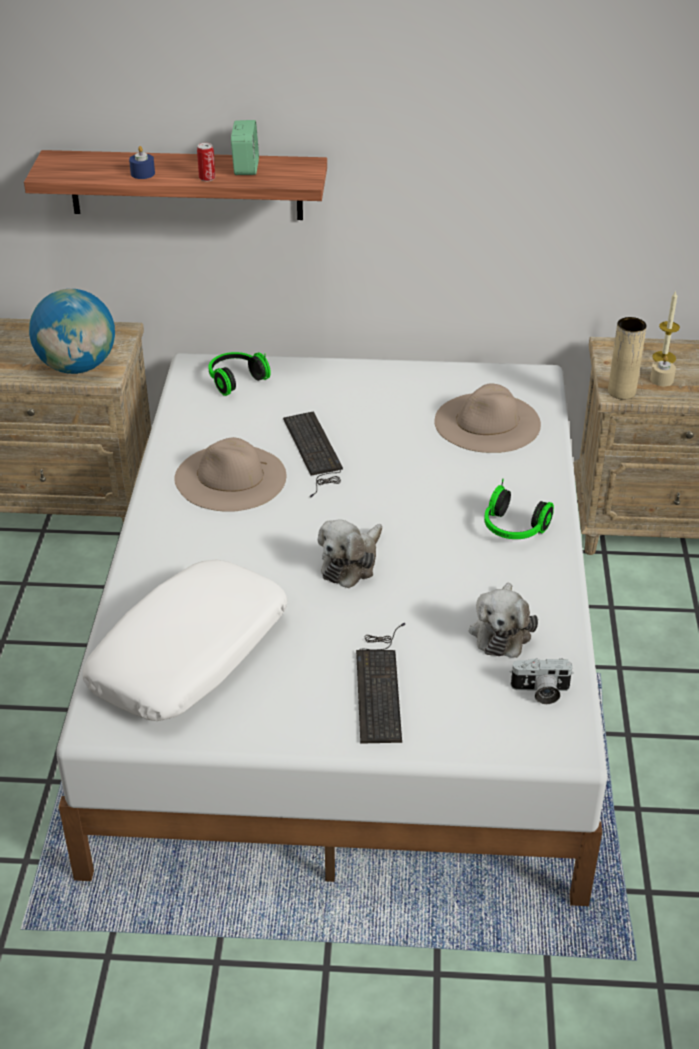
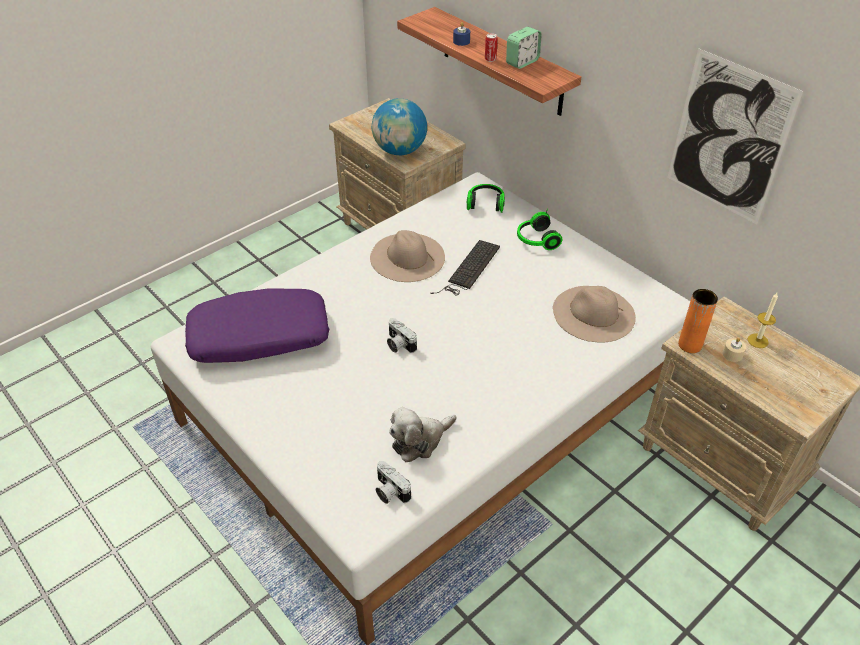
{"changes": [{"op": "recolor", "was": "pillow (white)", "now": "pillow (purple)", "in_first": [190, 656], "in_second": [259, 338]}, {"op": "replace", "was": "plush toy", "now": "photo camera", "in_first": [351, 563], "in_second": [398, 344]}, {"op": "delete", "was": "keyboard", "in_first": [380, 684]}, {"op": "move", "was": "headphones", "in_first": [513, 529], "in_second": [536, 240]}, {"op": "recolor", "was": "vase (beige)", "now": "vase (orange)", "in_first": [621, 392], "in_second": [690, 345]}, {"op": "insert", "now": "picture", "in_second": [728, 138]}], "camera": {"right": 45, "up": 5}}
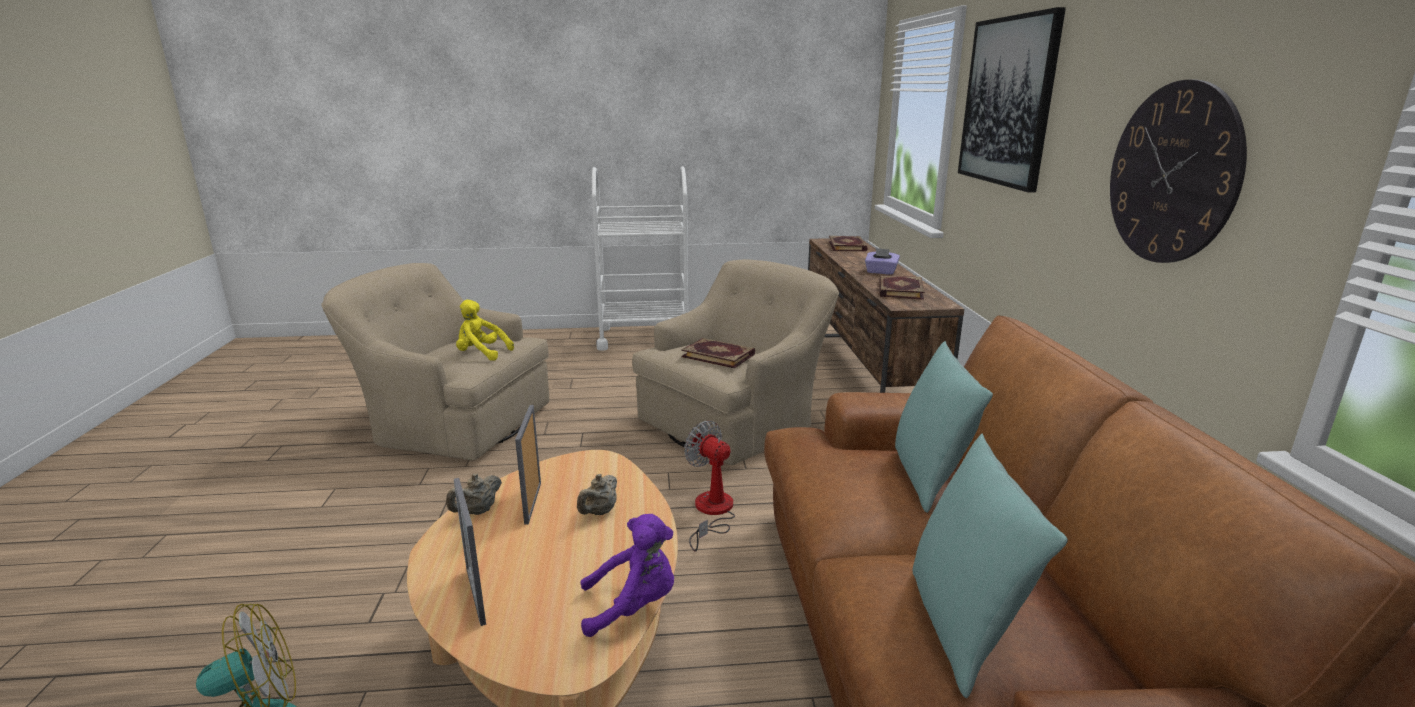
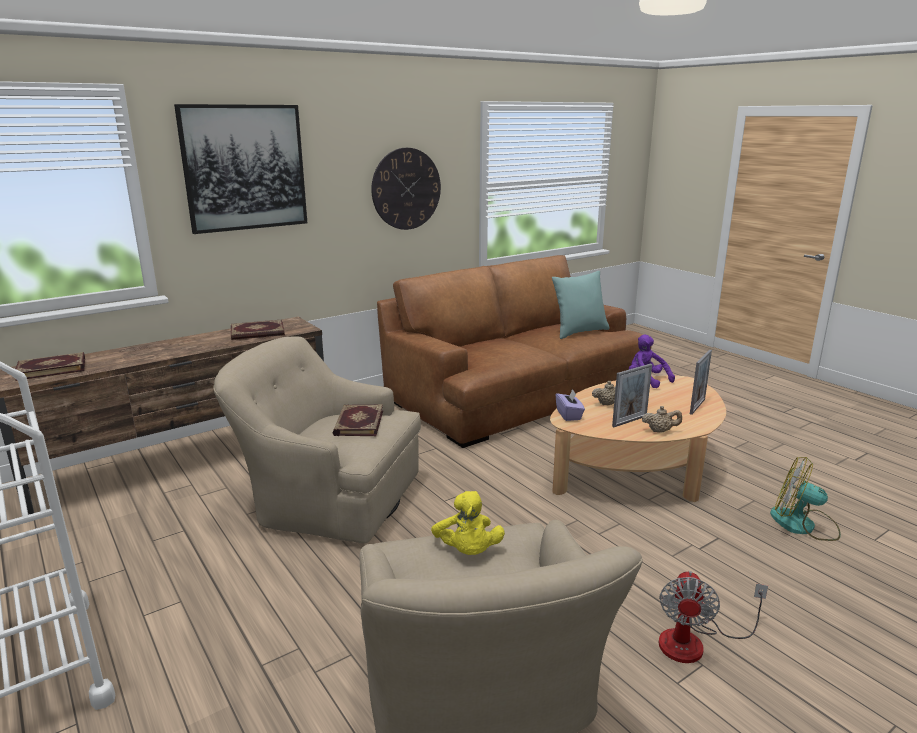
{"changes": [{"op": "move", "was": "fan", "in_first": [711, 512], "in_second": [694, 642]}, {"op": "move", "was": "tissue box (purple)", "in_first": [881, 272], "in_second": [569, 415]}, {"op": "delete", "was": "pillow (turquoise)", "in_first": [929, 477]}], "camera": {"right": -120, "up": 0}}
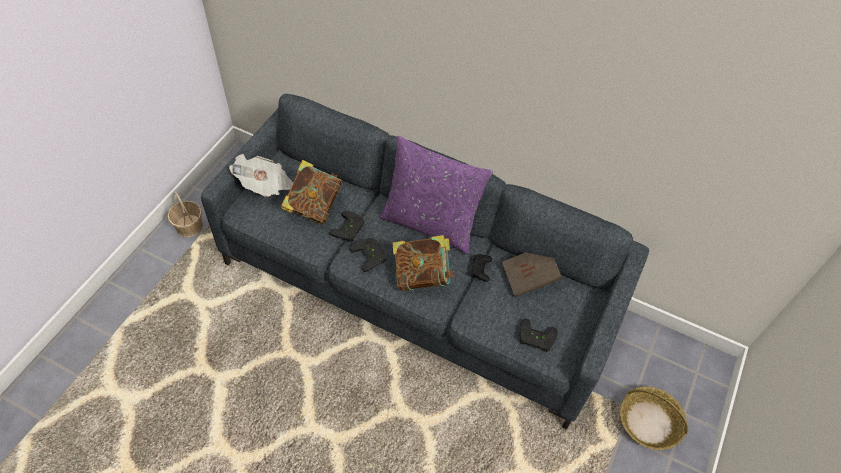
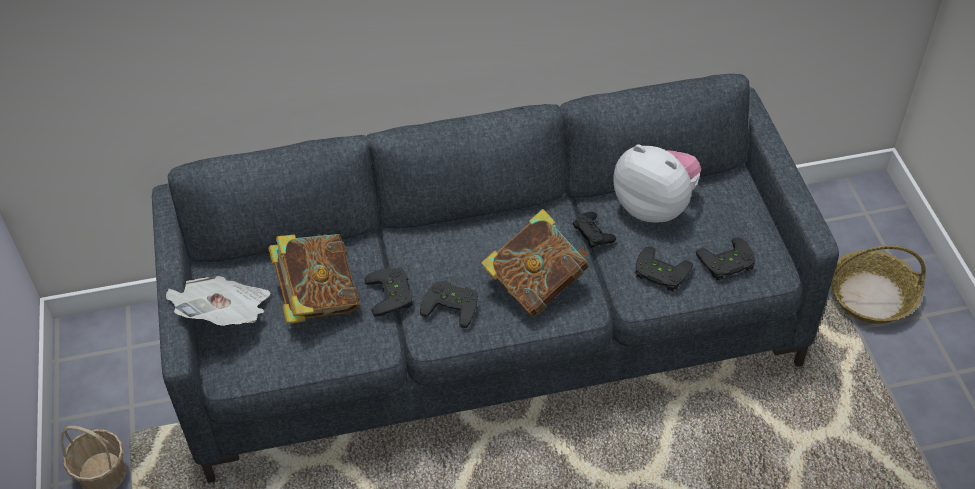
{"changes": [{"op": "delete", "was": "pillow (purple)", "in_first": [431, 223]}, {"op": "replace", "was": "book (brown)", "now": "plush toy", "in_first": [529, 277], "in_second": [655, 206]}, {"op": "insert", "now": "game controller (black)", "in_second": [660, 274]}], "camera": {"right": -35, "up": -5}}
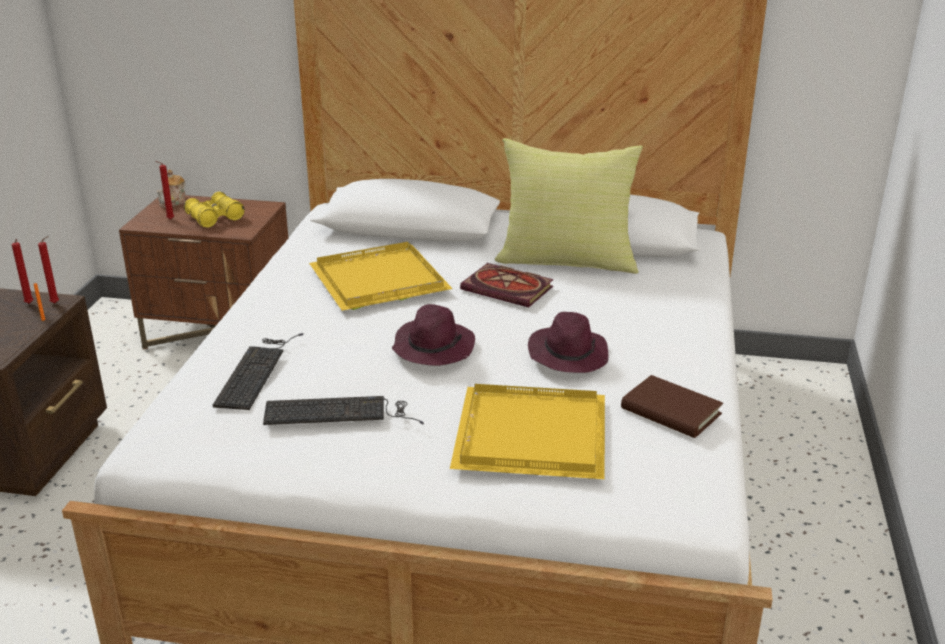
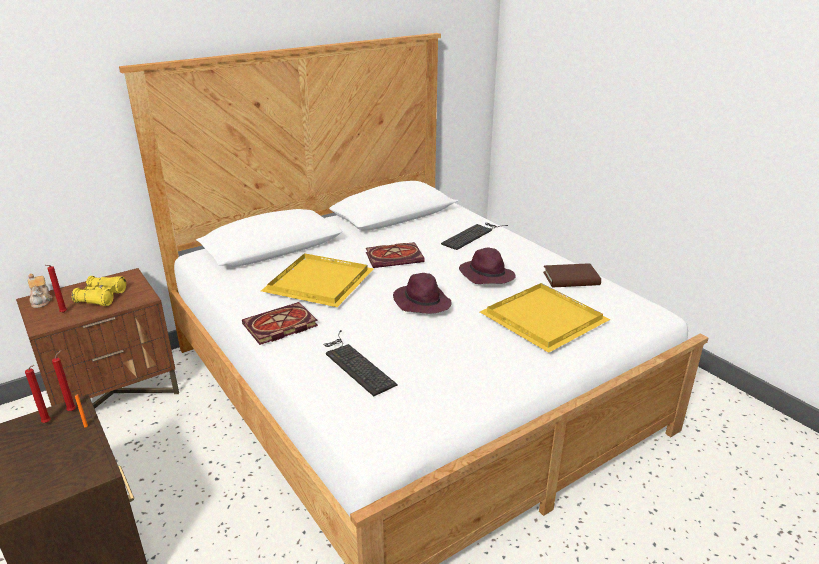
{"changes": [{"op": "move", "was": "keyboard", "in_first": [340, 412], "in_second": [472, 235]}, {"op": "delete", "was": "pillow (yellow)", "in_first": [567, 260]}, {"op": "insert", "now": "book", "in_second": [279, 326]}], "camera": {"right": -45, "up": 0}}
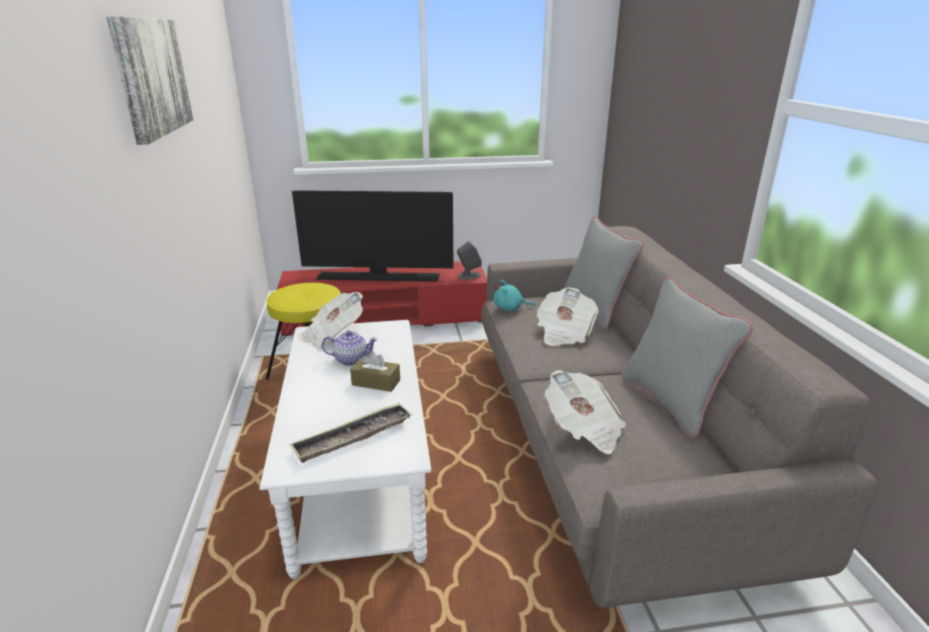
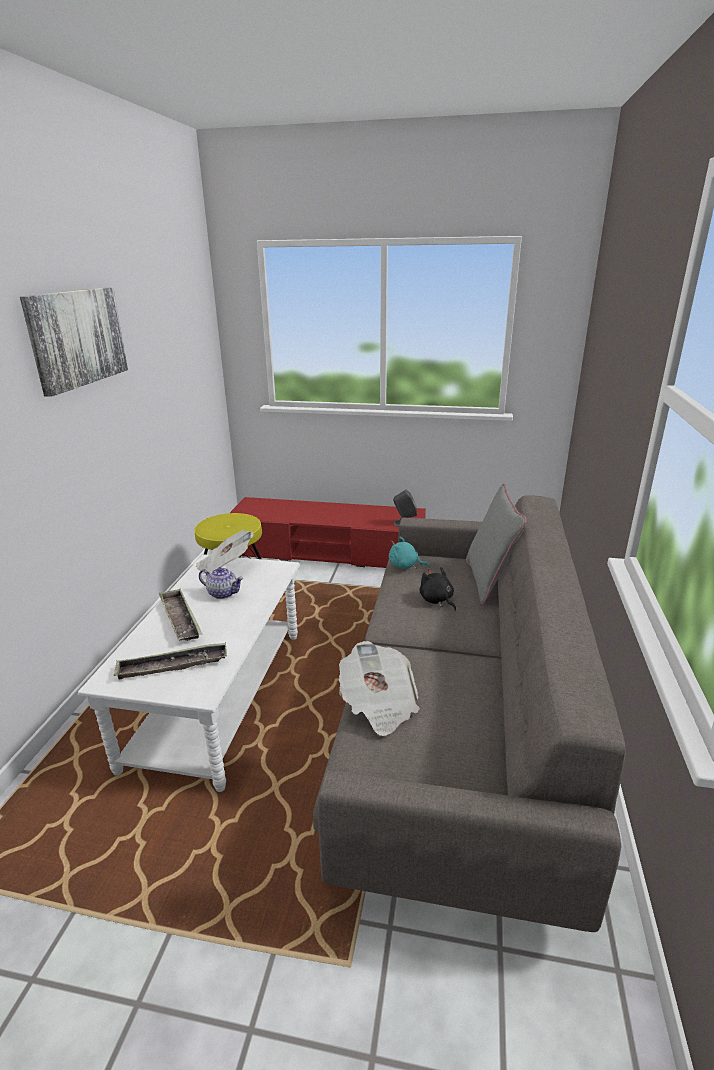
{"changes": [{"op": "delete", "was": "television", "in_first": [379, 277]}, {"op": "delete", "was": "tissue box (brown)", "in_first": [376, 382]}, {"op": "replace", "was": "newspaper", "now": "plush toy (black)", "in_first": [564, 332], "in_second": [437, 600]}, {"op": "delete", "was": "pillow (grey)", "in_first": [670, 402]}, {"op": "insert", "now": "tray", "in_second": [180, 619]}], "camera": {"right": 20, "up": 0}}
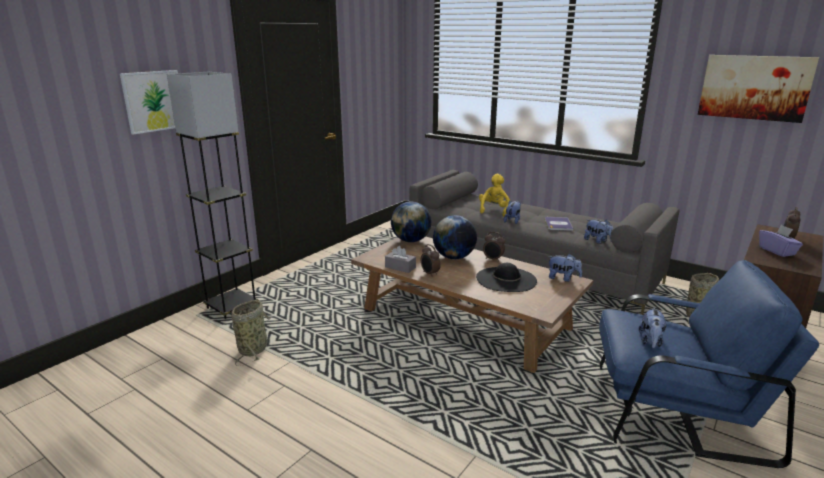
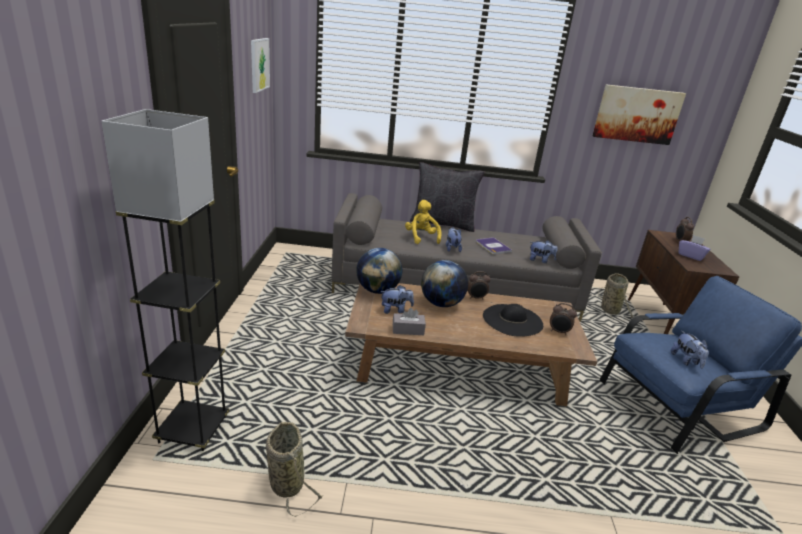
{"changes": [{"op": "move", "was": "picture", "in_first": [153, 101], "in_second": [259, 64]}, {"op": "move", "was": "alarm clock", "in_first": [429, 274], "in_second": [559, 332]}, {"op": "move", "was": "plush toy", "in_first": [563, 278], "in_second": [395, 310]}, {"op": "insert", "now": "pillow (black)", "in_second": [442, 223]}], "camera": {"right": -35, "up": 5}}
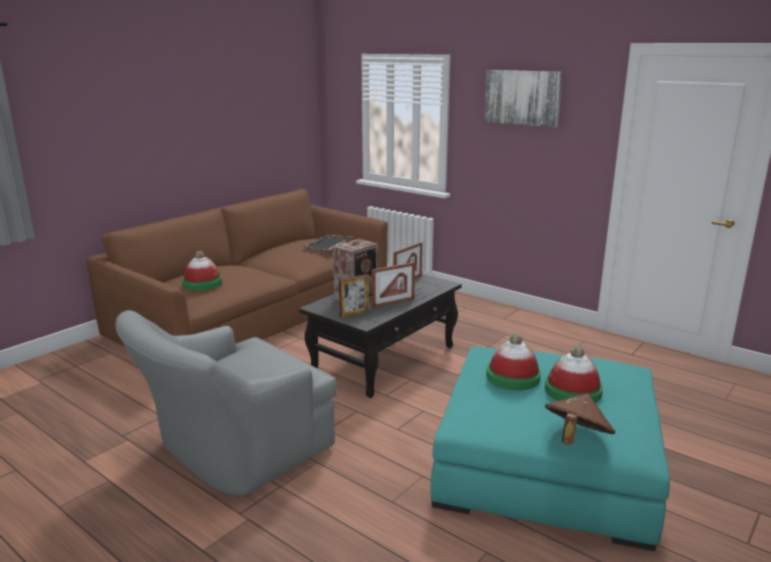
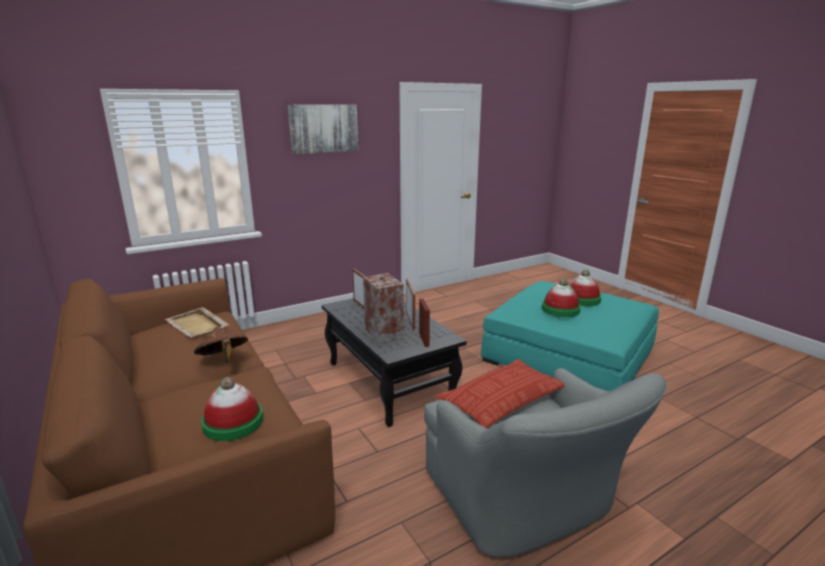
{"changes": [{"op": "recolor", "was": "tray (black)", "now": "tray (beige)", "in_first": [328, 244], "in_second": [197, 325]}, {"op": "move", "was": "hat (brown)", "in_first": [576, 438], "in_second": [223, 360]}, {"op": "insert", "now": "pillow", "in_second": [502, 399]}], "camera": {"right": -70, "up": 0}}
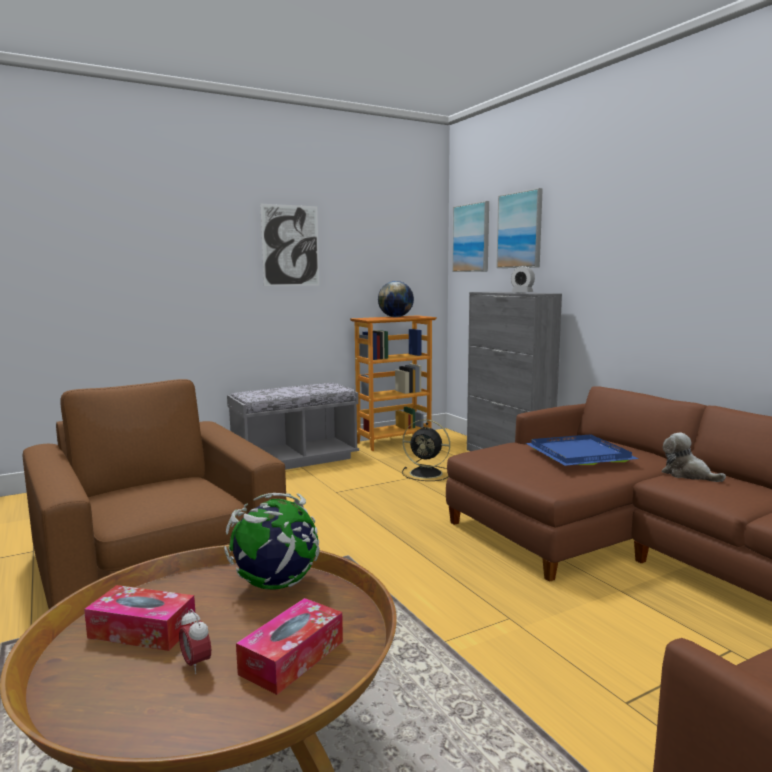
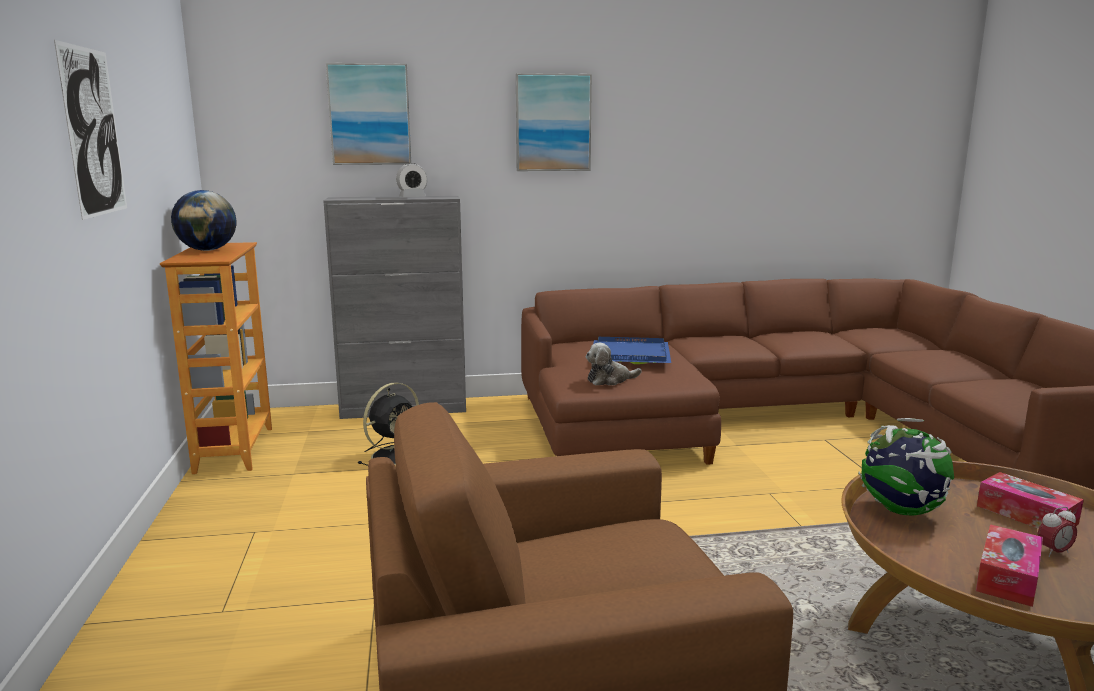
{"changes": [{"op": "delete", "was": "bench (grey)", "in_first": [295, 460]}, {"op": "move", "was": "picture", "in_first": [471, 238], "in_second": [553, 123]}, {"op": "move", "was": "plush toy", "in_first": [687, 474], "in_second": [609, 380]}], "camera": {"right": -70, "up": 5}}
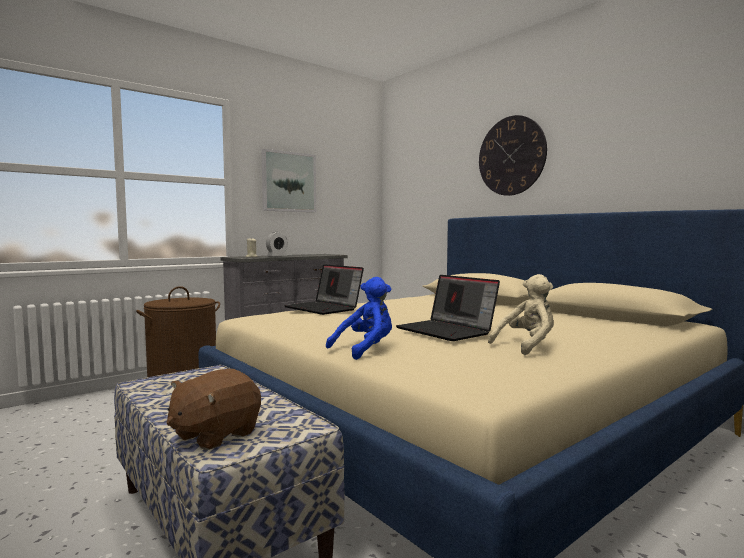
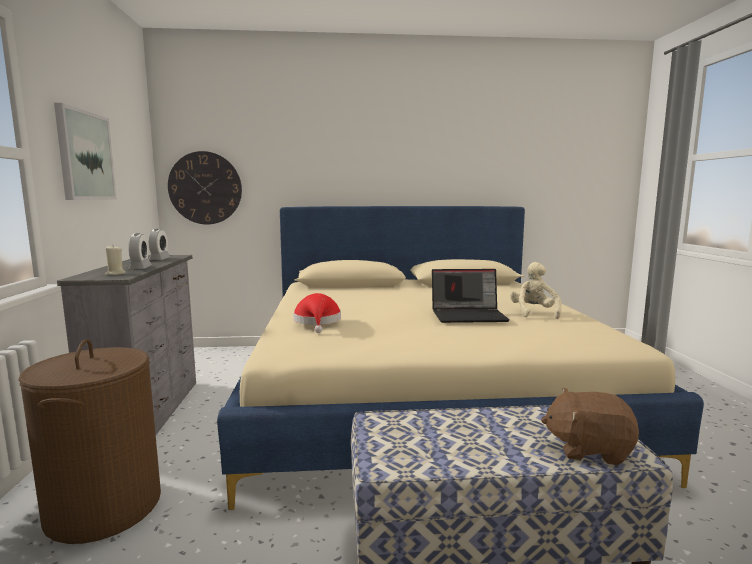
{"changes": [{"op": "rotate", "was": "plush toy (brown)", "in_first": [215, 435], "in_second": [588, 449], "clockwise": 120}, {"op": "replace", "was": "laptop", "now": "hat (red)", "in_first": [324, 308], "in_second": [317, 321]}, {"op": "delete", "was": "plush toy (blue)", "in_first": [365, 349]}, {"op": "move", "was": "wall clock", "in_first": [511, 156], "in_second": [205, 188]}, {"op": "insert", "now": "alarm clock", "in_second": [159, 259]}], "camera": {"right": -55, "up": 5}}
